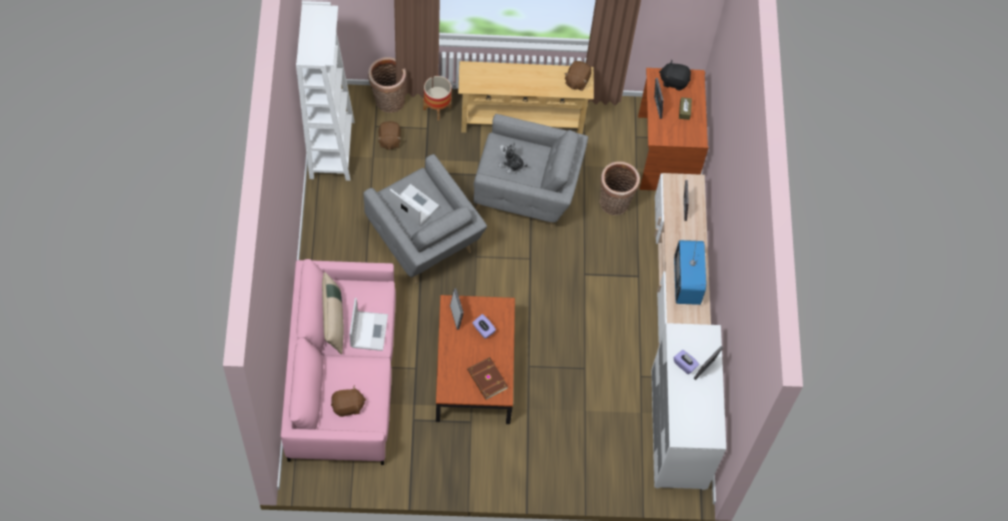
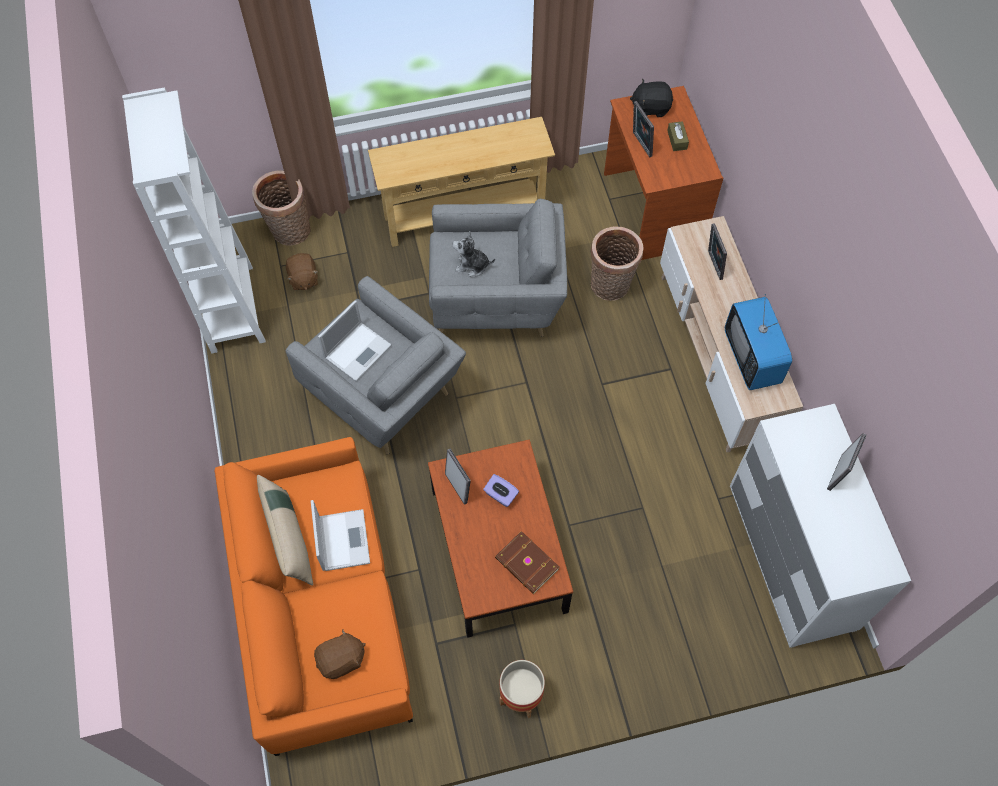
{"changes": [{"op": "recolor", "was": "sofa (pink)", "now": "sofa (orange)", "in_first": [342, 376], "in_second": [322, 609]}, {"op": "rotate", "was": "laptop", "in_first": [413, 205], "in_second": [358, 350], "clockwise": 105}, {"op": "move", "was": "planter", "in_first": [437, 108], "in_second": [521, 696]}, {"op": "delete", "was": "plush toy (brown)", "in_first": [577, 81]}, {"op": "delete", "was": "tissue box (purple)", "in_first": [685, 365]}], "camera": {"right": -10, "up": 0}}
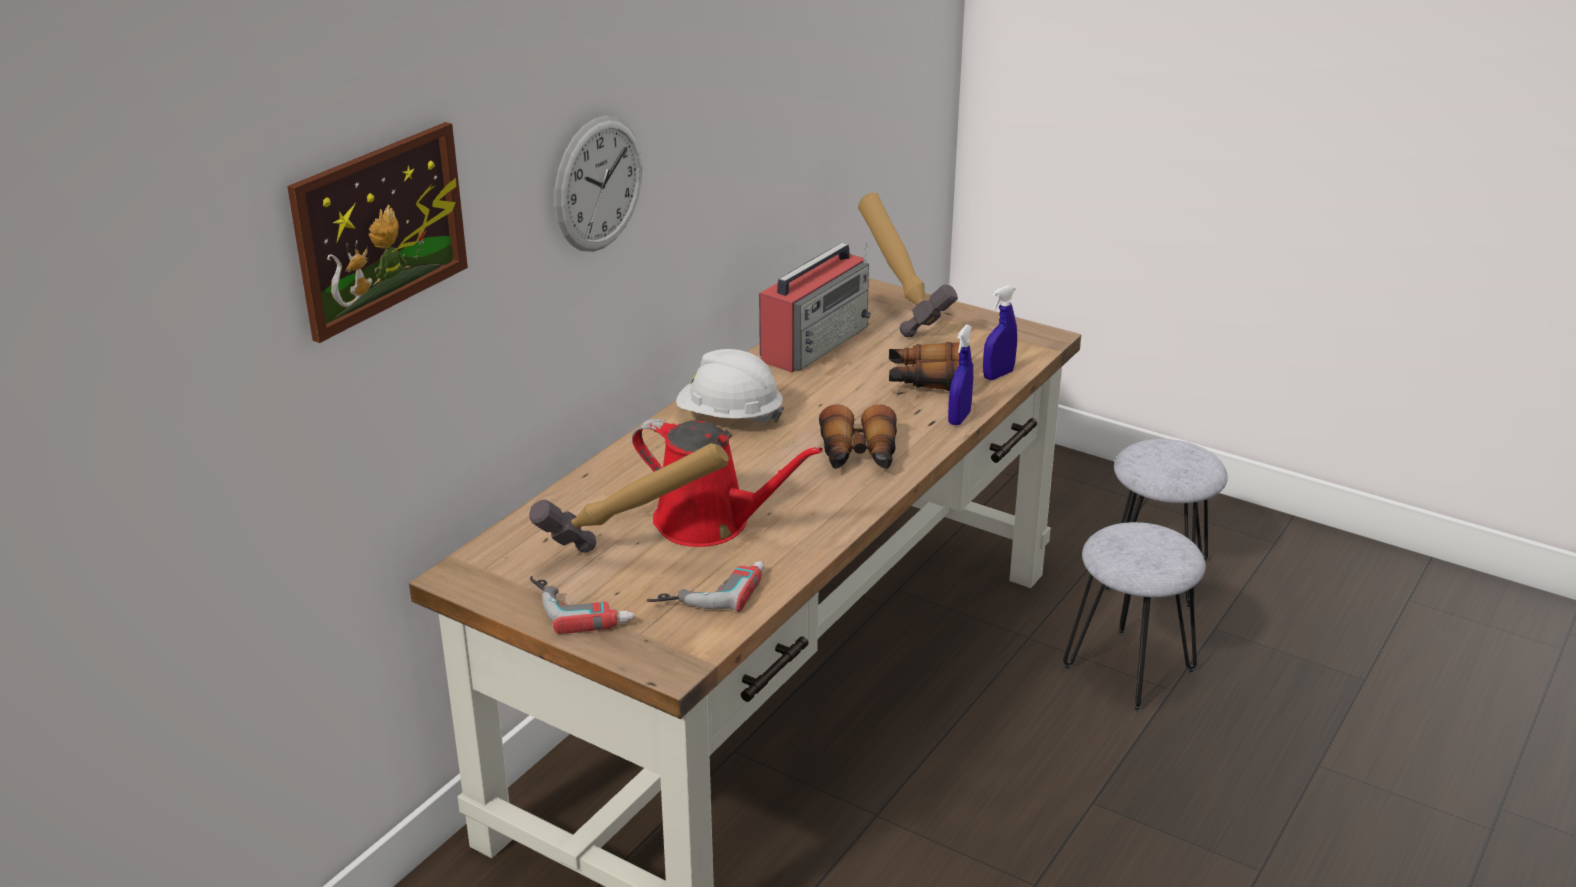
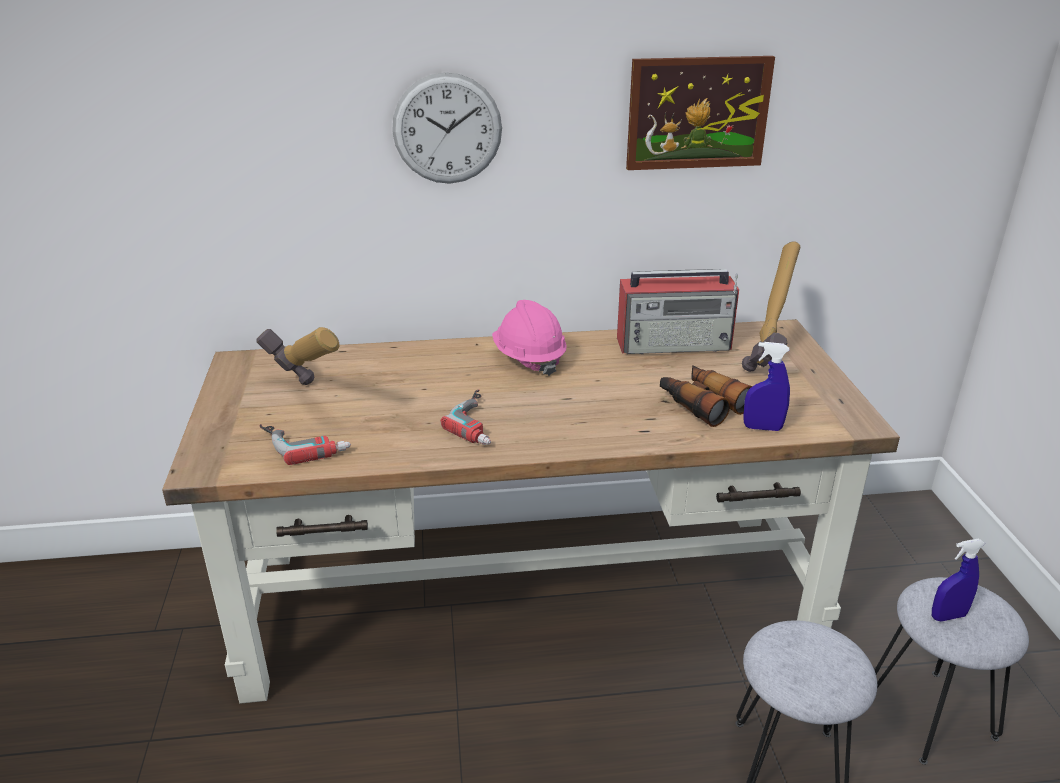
{"changes": [{"op": "move", "was": "picture", "in_first": [380, 228], "in_second": [698, 113]}, {"op": "move", "was": "power drill", "in_first": [582, 606], "in_second": [482, 422]}, {"op": "delete", "was": "watering can (red)", "in_first": [710, 523]}, {"op": "recolor", "was": "hard hat (white)", "now": "hard hat (pink)", "in_first": [729, 418], "in_second": [529, 358]}, {"op": "delete", "was": "binoculars", "in_first": [859, 456]}, {"op": "move", "was": "spray bottle (blue)", "in_first": [959, 418], "in_second": [948, 616]}], "camera": {"right": 50, "up": 0}}
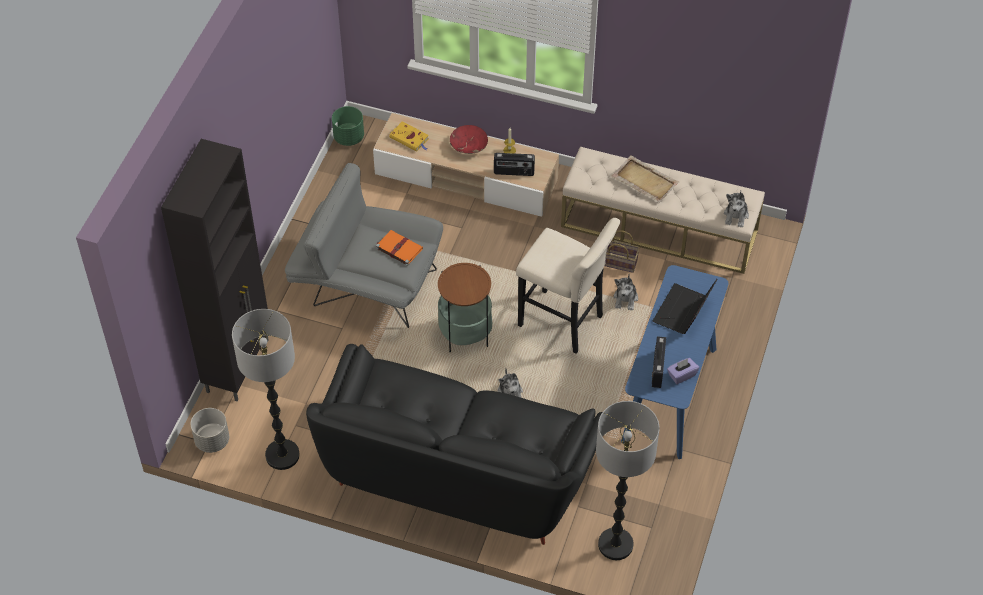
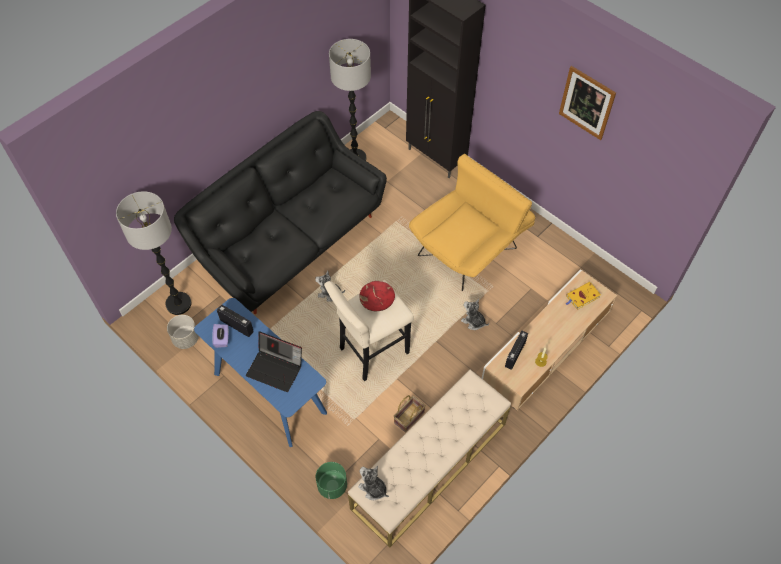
{"changes": [{"op": "move", "was": "planter (grey)", "in_first": [212, 441], "in_second": [185, 339]}, {"op": "recolor", "was": "armchair (grey)", "now": "armchair (yellow)", "in_first": [366, 283], "in_second": [471, 246]}, {"op": "move", "was": "planter (green)", "in_first": [349, 137], "in_second": [332, 486]}, {"op": "delete", "was": "book (orange)", "in_first": [398, 248]}, {"op": "delete", "was": "side table", "in_first": [465, 334]}, {"op": "move", "was": "bowl (red)", "in_first": [468, 146], "in_second": [377, 300]}, {"op": "delete", "was": "tray (beige)", "in_first": [644, 180]}, {"op": "move", "was": "plush toy", "in_first": [625, 298], "in_second": [473, 321]}, {"op": "rotate", "was": "laptop", "in_first": [683, 312], "in_second": [276, 368], "clockwise": 150}, {"op": "insert", "now": "picture", "in_second": [587, 103]}], "camera": {"right": 115, "up": 5}}
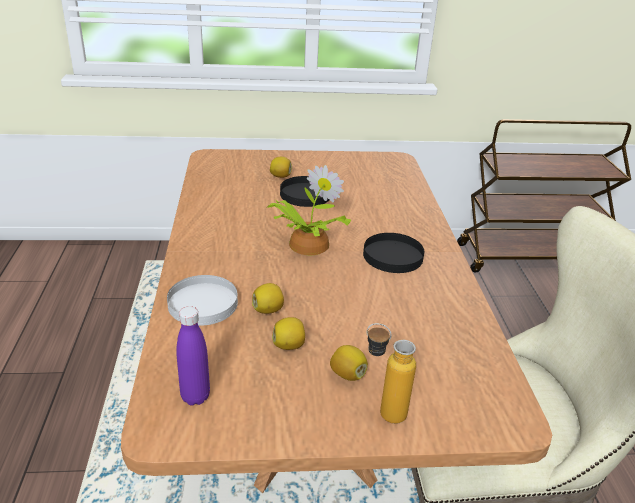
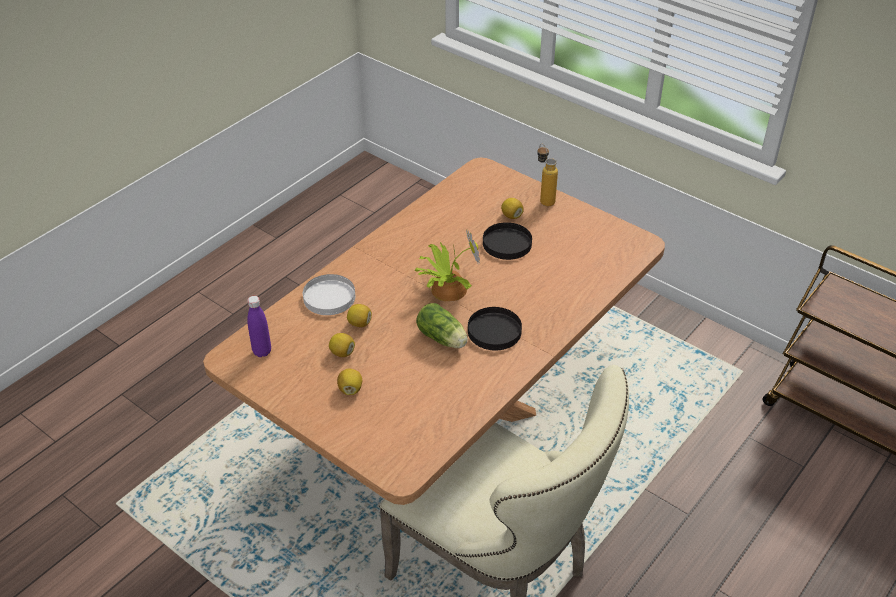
{"changes": [{"op": "move", "was": "bottle", "in_first": [382, 411], "in_second": [544, 199]}, {"op": "insert", "now": "lettuce", "in_second": [443, 339]}], "camera": {"right": 45, "up": 10}}
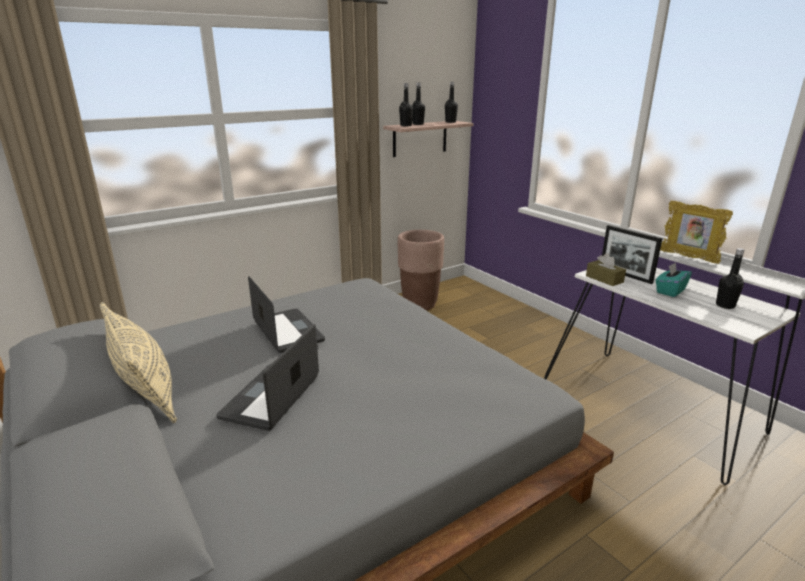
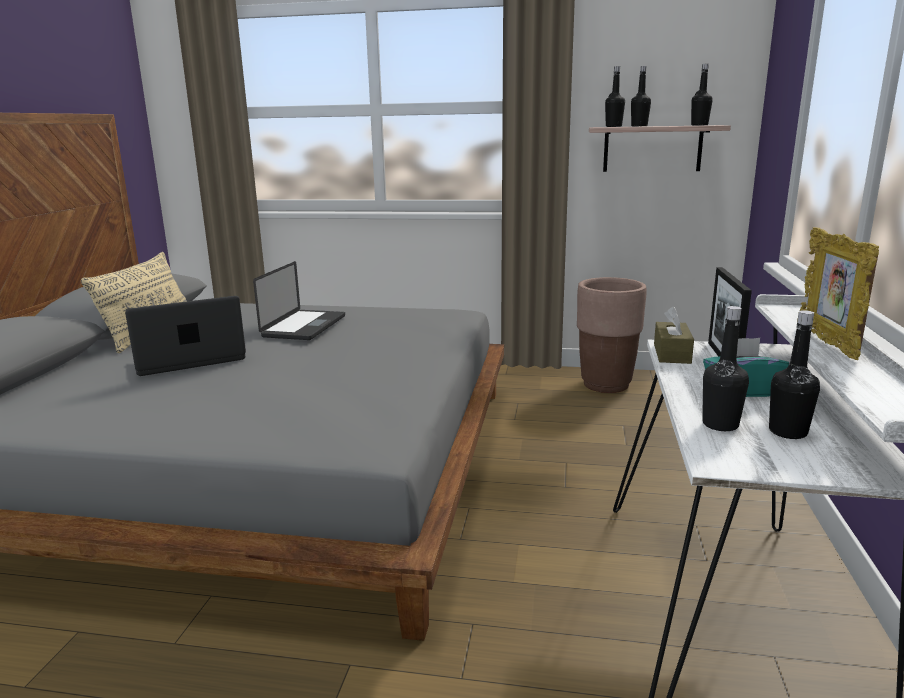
{"changes": [{"op": "insert", "now": "bottle (black)", "in_second": [720, 425]}], "camera": {"right": 45, "up": -5}}
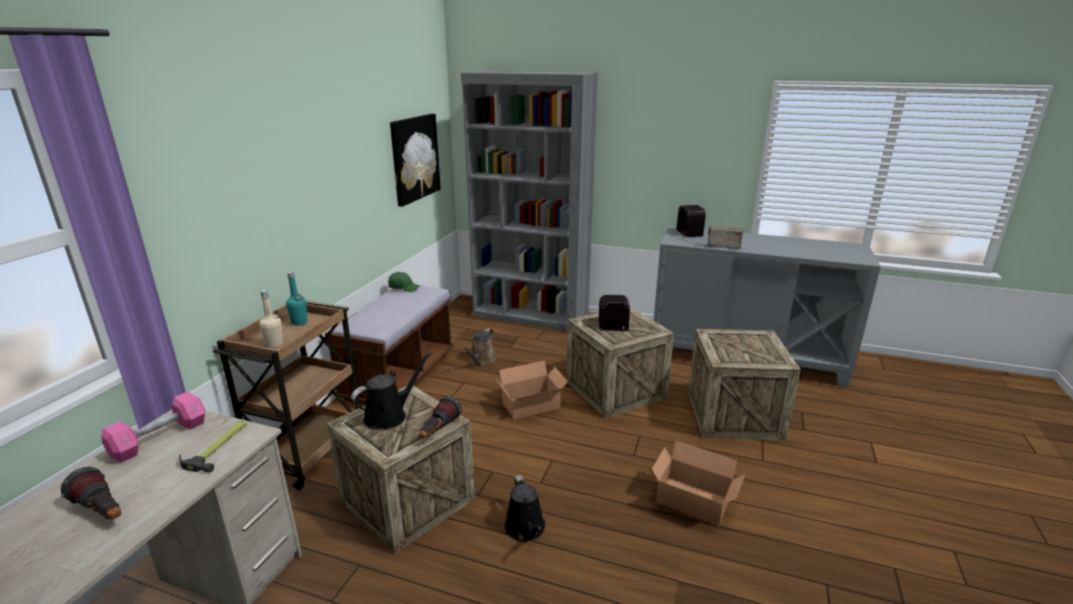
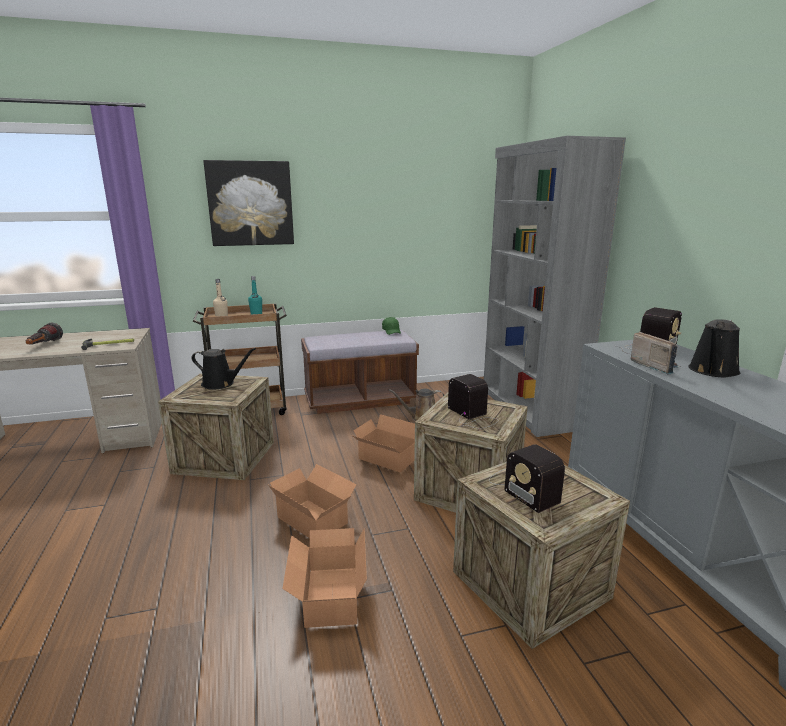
{"changes": [{"op": "delete", "was": "dumbbell (pink)", "in_first": [160, 438]}, {"op": "move", "was": "picture", "in_first": [414, 158], "in_second": [250, 203]}, {"op": "delete", "was": "flashlight", "in_first": [438, 431]}, {"op": "move", "was": "watering can (black)", "in_first": [526, 529], "in_second": [712, 371]}, {"op": "insert", "now": "cardboard box", "in_second": [313, 518]}, {"op": "insert", "now": "radio", "in_second": [522, 487]}], "camera": {"right": 55, "up": -5}}
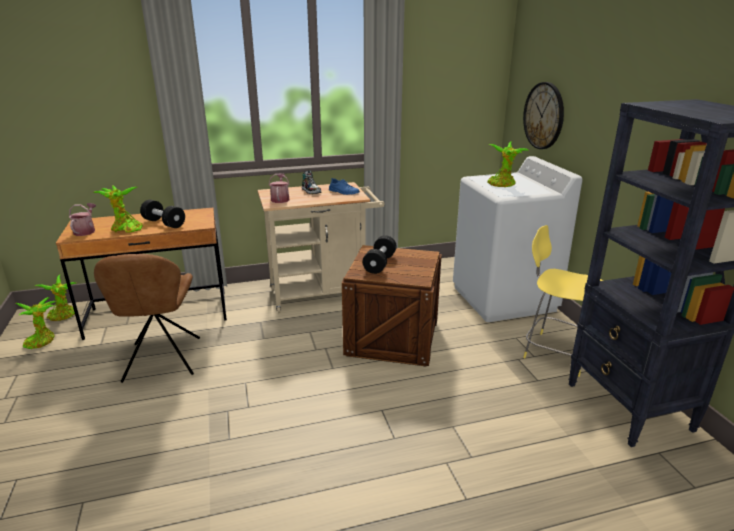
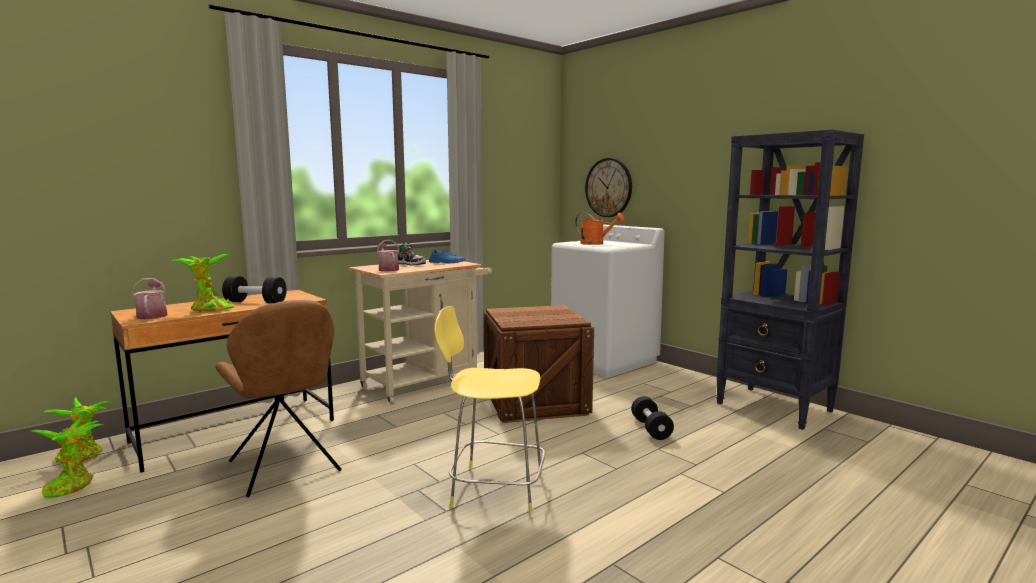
{"changes": [{"op": "move", "was": "dumbbell (black)", "in_first": [379, 264], "in_second": [651, 429]}, {"op": "replace", "was": "potted plant", "now": "watering can (orange)", "in_first": [502, 184], "in_second": [596, 243]}, {"op": "move", "was": "stool (yellow)", "in_first": [555, 352], "in_second": [494, 489]}], "camera": {"right": -25, "up": -15}}
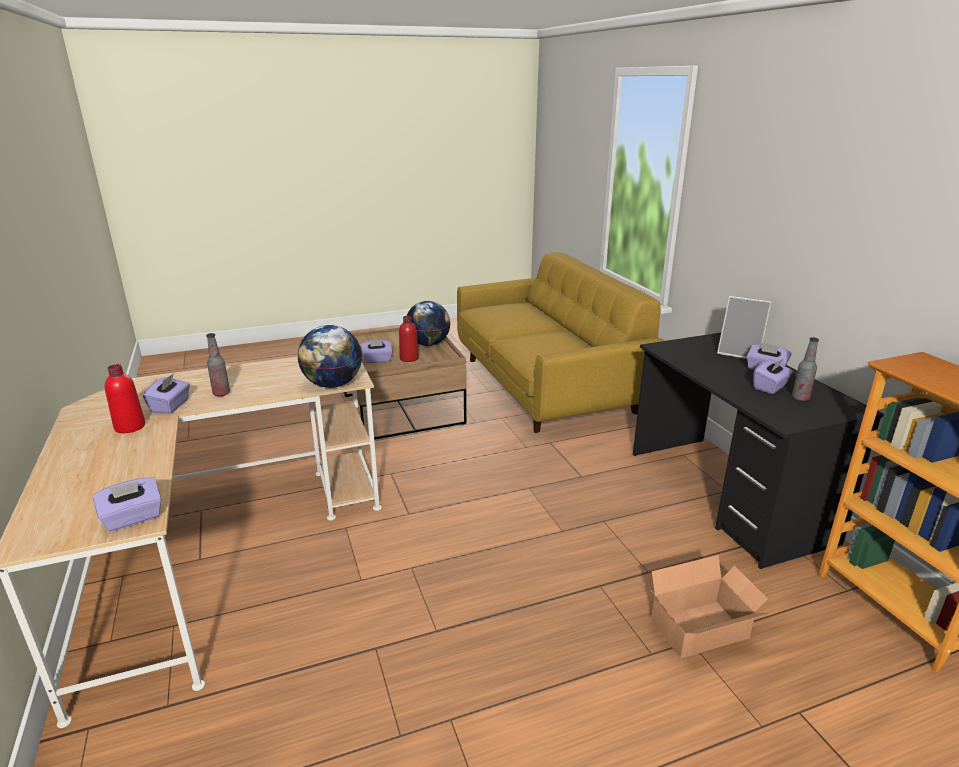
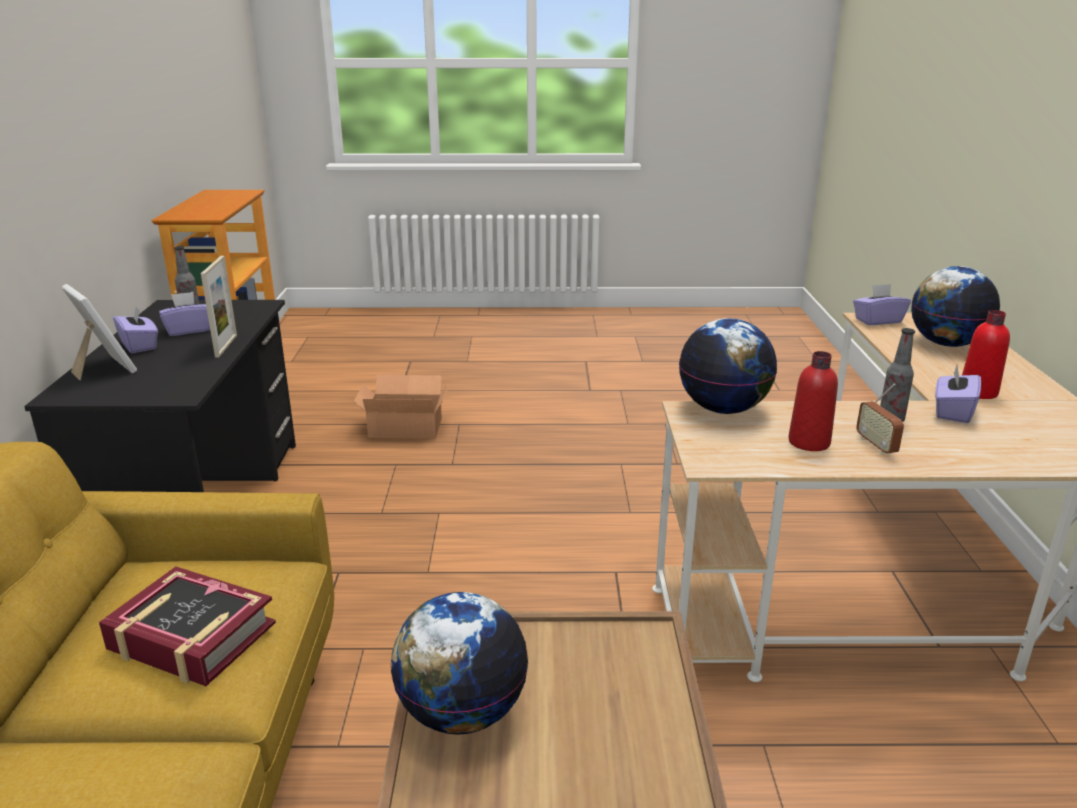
{"changes": [{"op": "delete", "was": "tissue box (purple)", "in_first": [377, 360]}, {"op": "move", "was": "bottle (red)", "in_first": [409, 358], "in_second": [809, 442]}, {"op": "insert", "now": "book", "in_second": [191, 637]}, {"op": "insert", "now": "picture frame", "in_second": [226, 346]}, {"op": "insert", "now": "radio", "in_second": [876, 445]}, {"op": "insert", "now": "globe", "in_second": [946, 343]}], "camera": {"right": -160, "up": 0}}
